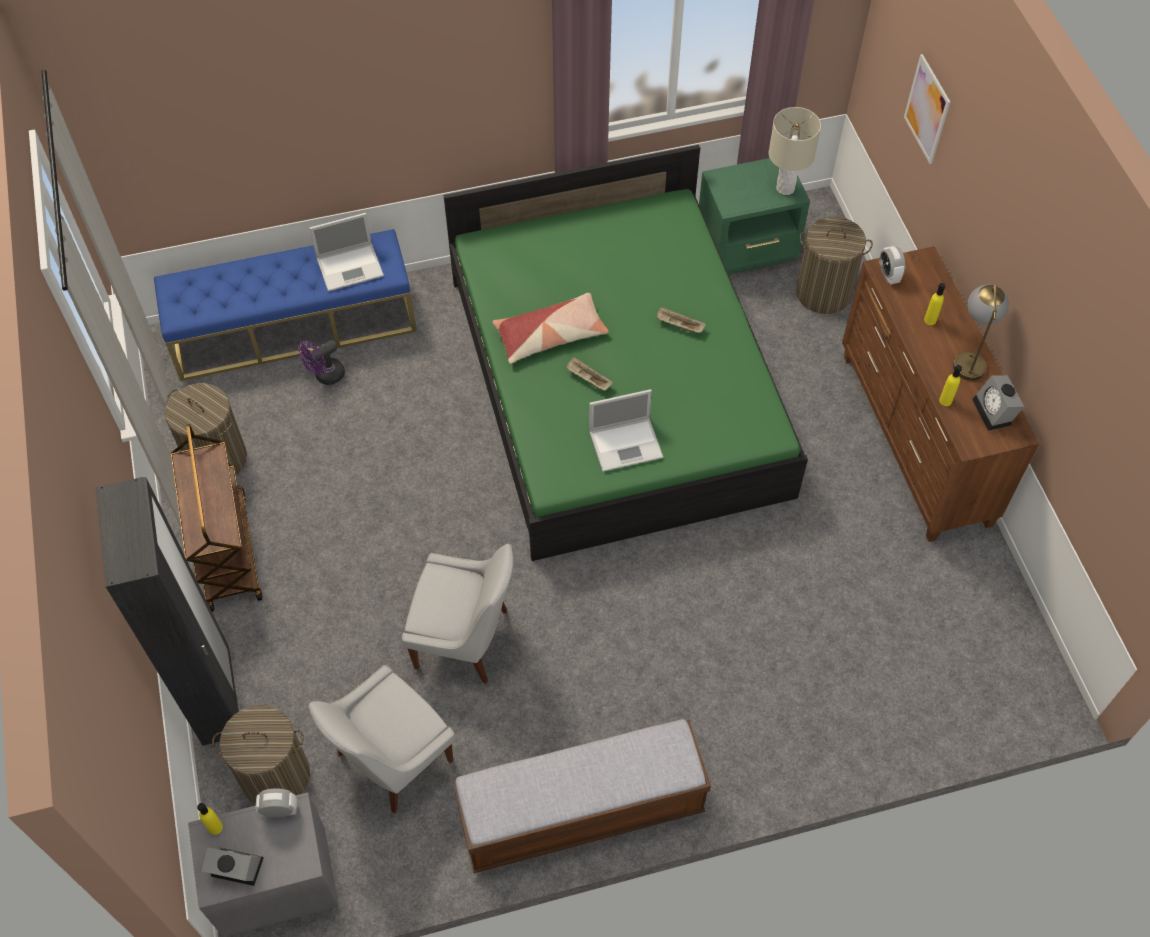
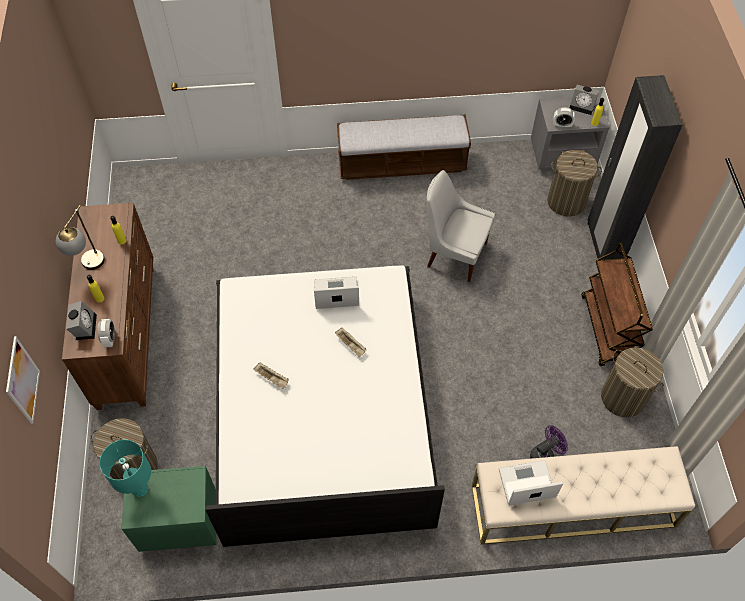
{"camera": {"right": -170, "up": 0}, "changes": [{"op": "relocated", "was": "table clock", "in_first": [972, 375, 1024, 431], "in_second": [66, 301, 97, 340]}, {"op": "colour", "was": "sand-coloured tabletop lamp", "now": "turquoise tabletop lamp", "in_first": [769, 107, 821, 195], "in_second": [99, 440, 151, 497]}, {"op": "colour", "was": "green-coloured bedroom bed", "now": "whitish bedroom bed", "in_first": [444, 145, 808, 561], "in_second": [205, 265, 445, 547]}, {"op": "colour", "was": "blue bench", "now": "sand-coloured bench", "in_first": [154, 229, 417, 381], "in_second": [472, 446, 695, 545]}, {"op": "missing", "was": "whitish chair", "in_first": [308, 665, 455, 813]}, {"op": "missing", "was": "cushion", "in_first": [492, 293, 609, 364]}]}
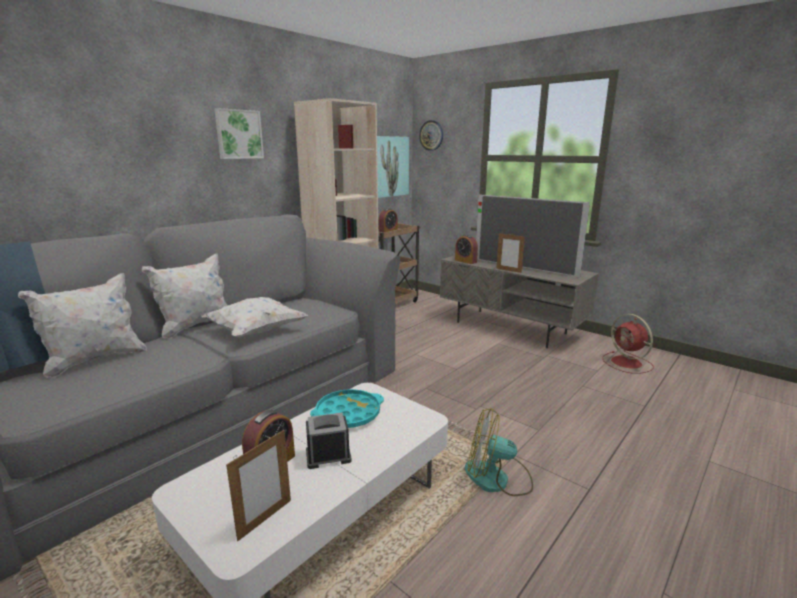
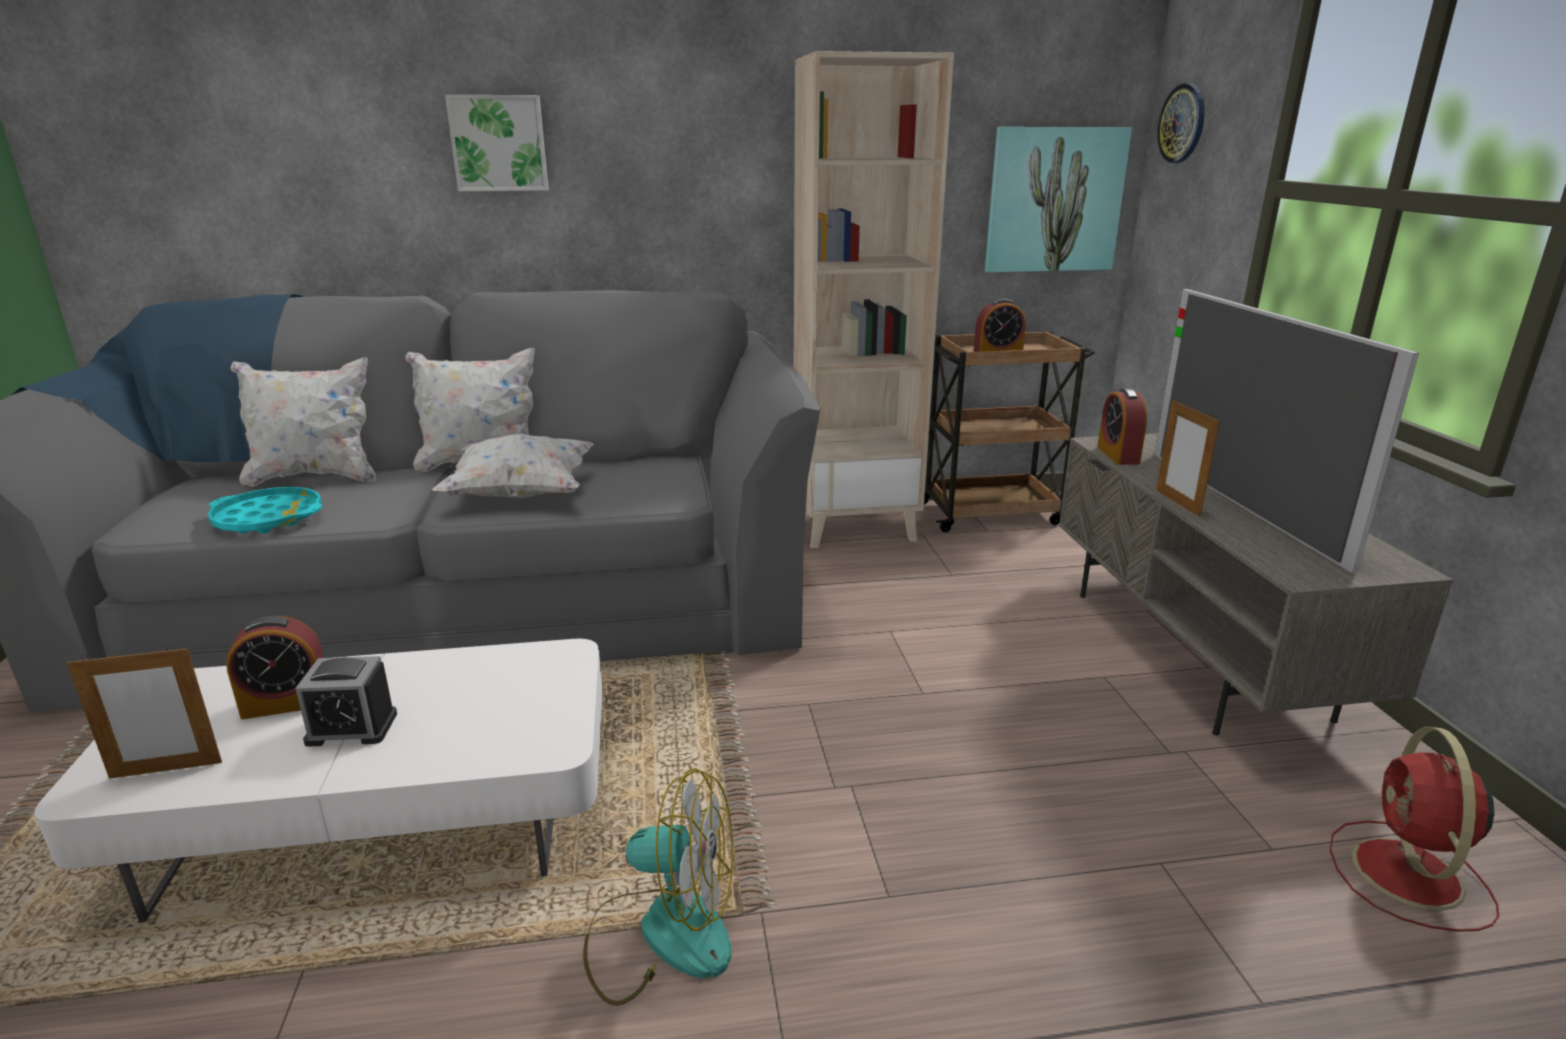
{"camera": {"right": 40, "up": 5}, "changes": [{"op": "relocated", "was": "turquoise tray", "in_first": [310, 389, 384, 428], "in_second": [208, 487, 322, 533]}, {"op": "spun", "was": "table clock", "in_first": [306, 413, 352, 469], "in_second": [295, 656, 397, 747], "clockwise": 150}, {"op": "relocated", "was": "wall picture", "in_first": [214, 108, 264, 159], "in_second": [445, 95, 549, 191]}, {"op": "spun", "was": "cooling fan", "in_first": [465, 408, 533, 496], "in_second": [583, 768, 733, 1006], "clockwise": 135}]}
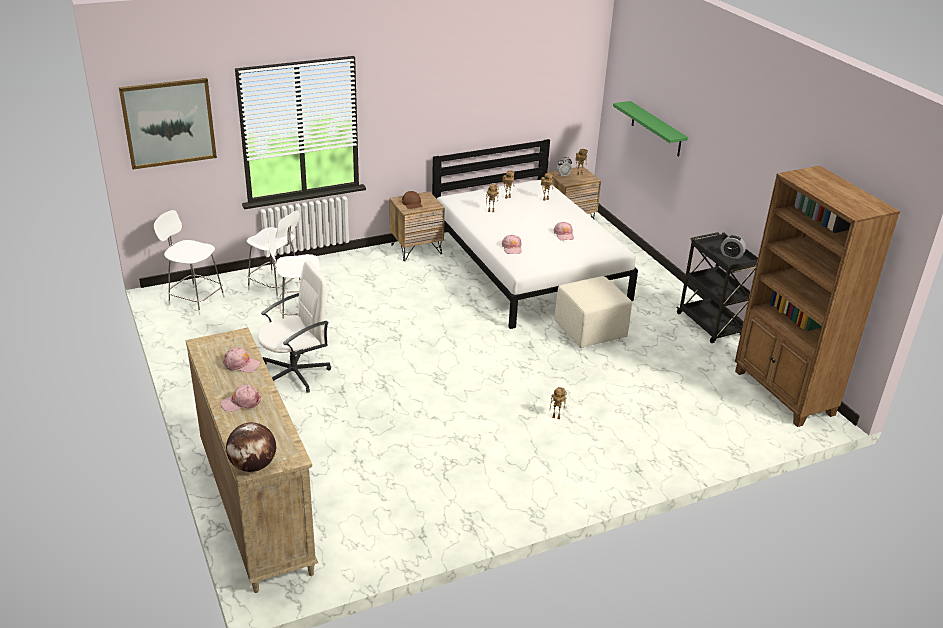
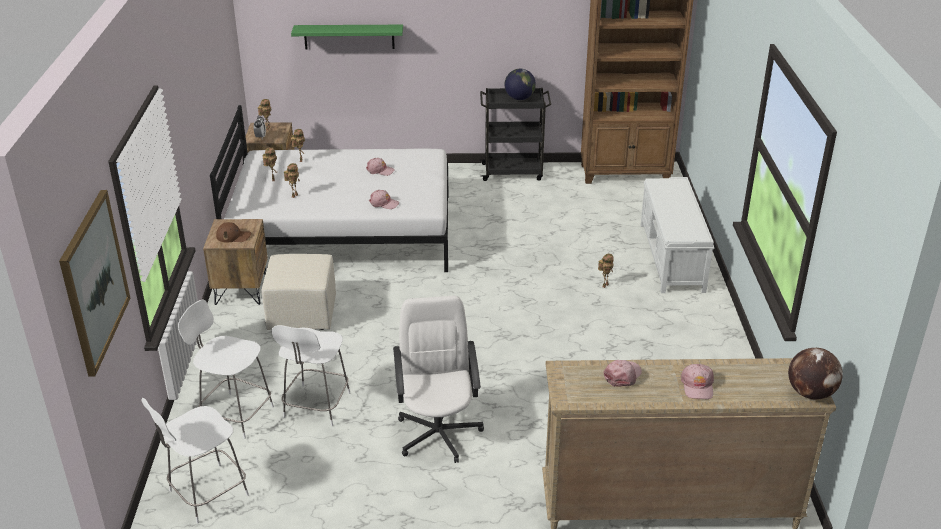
{"camera": {"right": -65, "up": 0}, "changes": [{"op": "spun", "was": "whitish chair", "in_first": [247, 211, 301, 301], "in_second": [178, 299, 274, 439], "clockwise": -120}, {"op": "relocated", "was": "sand-coloured ottoman", "in_first": [555, 276, 632, 348], "in_second": [262, 254, 336, 330]}, {"op": "exchanged", "was": "table clock", "now": "desk globe", "in_first": [721, 235, 746, 259], "in_second": [504, 69, 536, 100]}, {"op": "appeared", "now": "whitish bench", "in_second": [641, 177, 714, 293]}]}
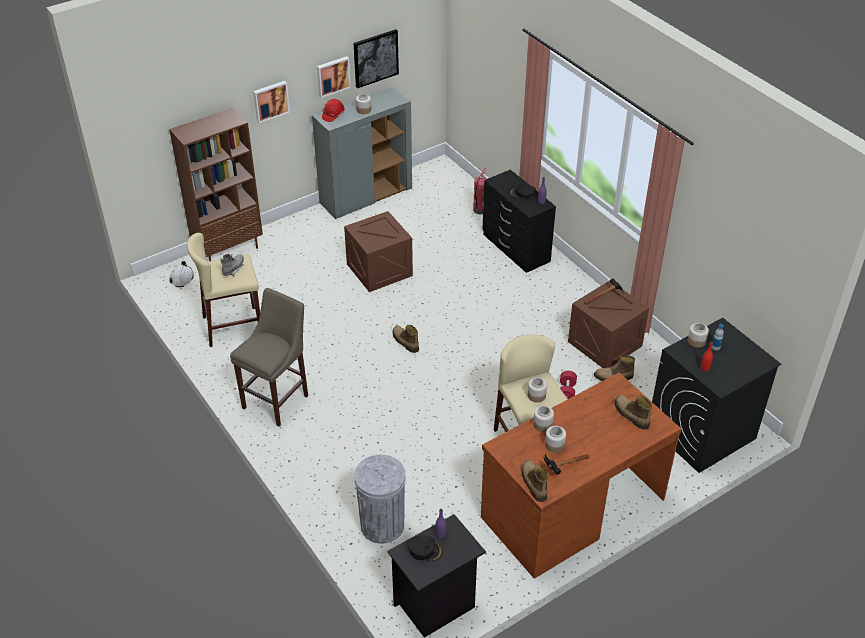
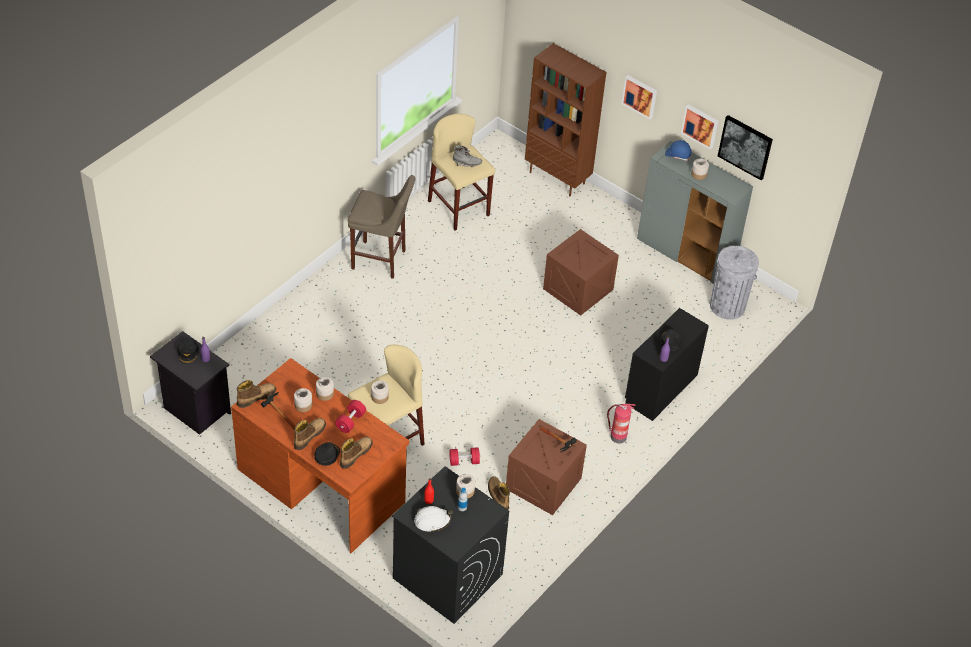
{"camera": {"right": 70, "up": 5}, "changes": [{"op": "relocated", "was": "boot", "in_first": [393, 325, 419, 353], "in_second": [294, 418, 326, 450]}, {"op": "appeared", "now": "black baseball cap", "in_second": [314, 442, 340, 466]}, {"op": "appeared", "now": "red hand weight", "in_second": [335, 400, 366, 433]}, {"op": "relocated", "was": "whitish work helmet", "in_first": [169, 261, 194, 287], "in_second": [414, 506, 452, 532]}, {"op": "relocated", "was": "fire-fighting cylinder", "in_first": [473, 168, 487, 214], "in_second": [607, 404, 635, 444]}, {"op": "colour", "was": "red work helmet", "now": "blue work helmet", "in_first": [322, 99, 345, 122], "in_second": [665, 140, 692, 161]}, {"op": "relocated", "was": "grey trash can", "in_first": [354, 455, 406, 544], "in_second": [710, 246, 759, 320]}]}
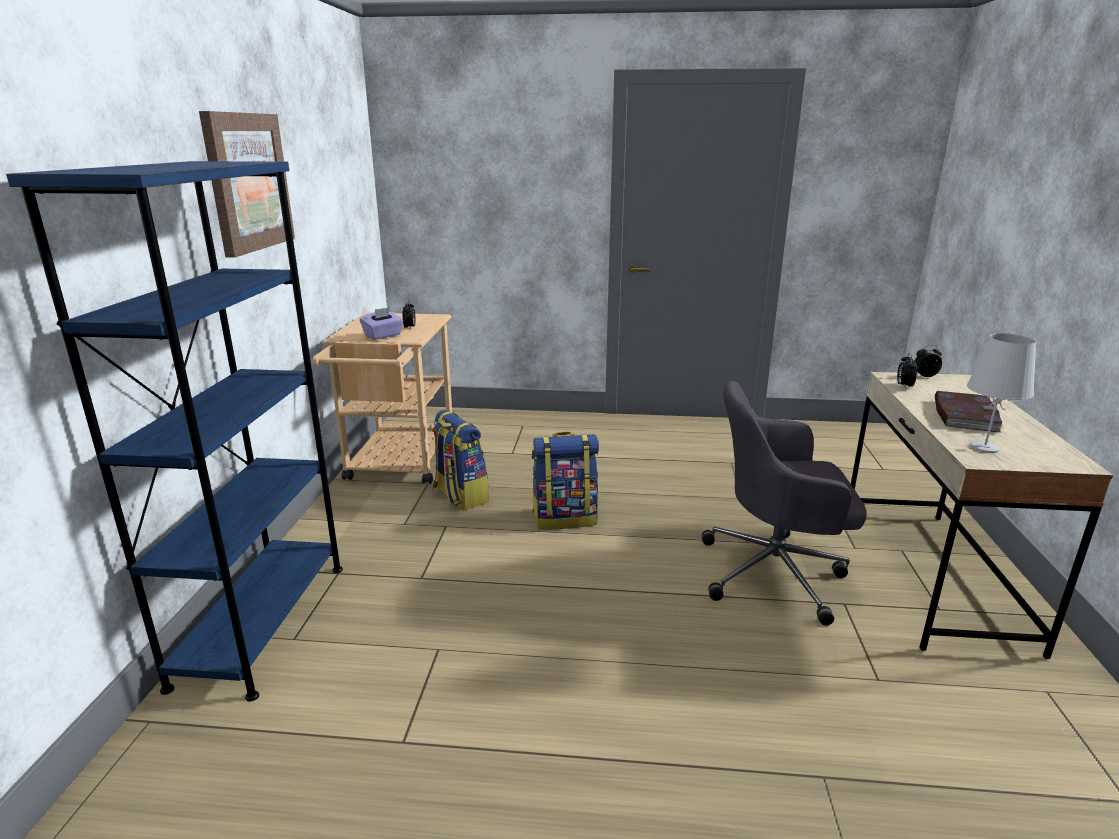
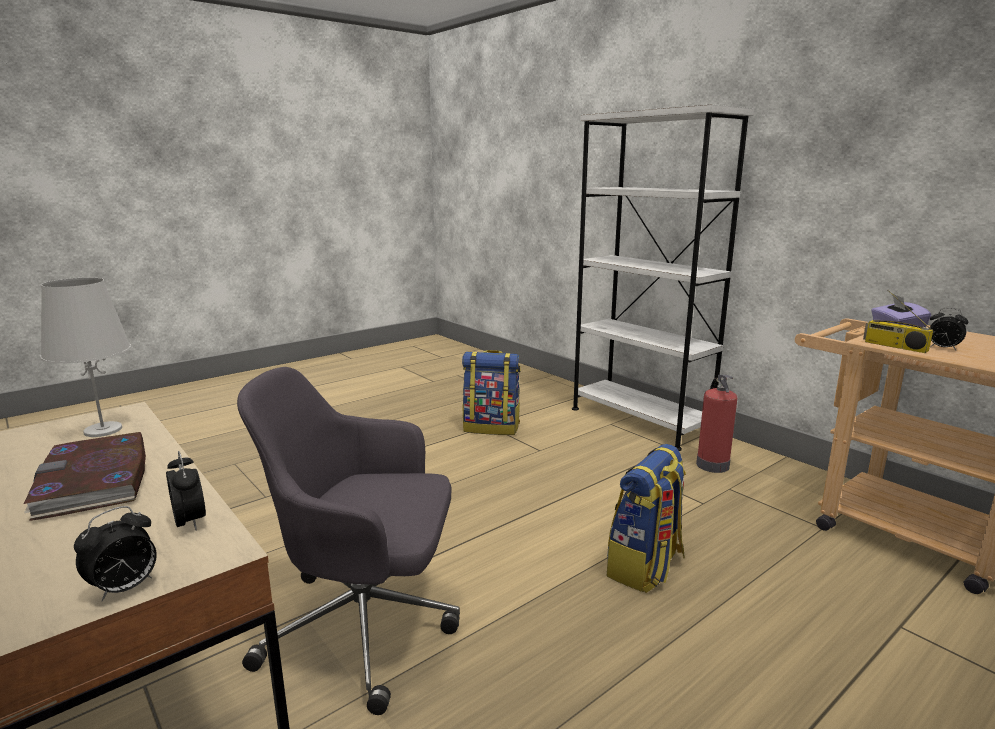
{"camera": {"right": 135, "up": -5}, "changes": [{"op": "spun", "was": "grey computer chair", "in_first": [702, 381, 867, 625], "in_second": [237, 367, 460, 715], "clockwise": -135}, {"op": "relocated", "was": "backpack", "in_first": [432, 410, 489, 510], "in_second": [462, 350, 521, 435]}, {"op": "colour", "was": "blue shelving unit", "now": "whitish shelving unit", "in_first": [6, 161, 343, 702], "in_second": [572, 104, 754, 451]}, {"op": "appeared", "now": "fire-fighting cylinder", "in_second": [696, 375, 737, 473]}, {"op": "appeared", "now": "radio", "in_second": [863, 289, 933, 353]}, {"op": "missing", "was": "wall picture", "in_first": [199, 111, 295, 258]}]}
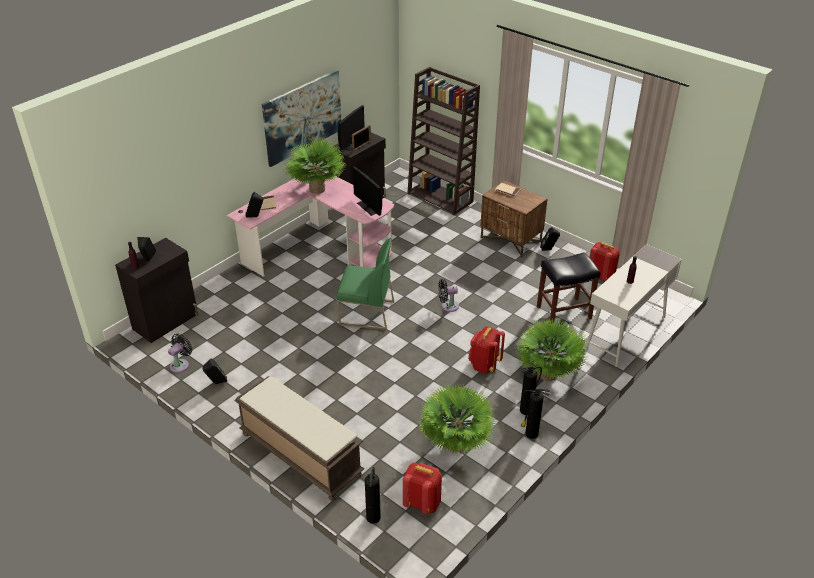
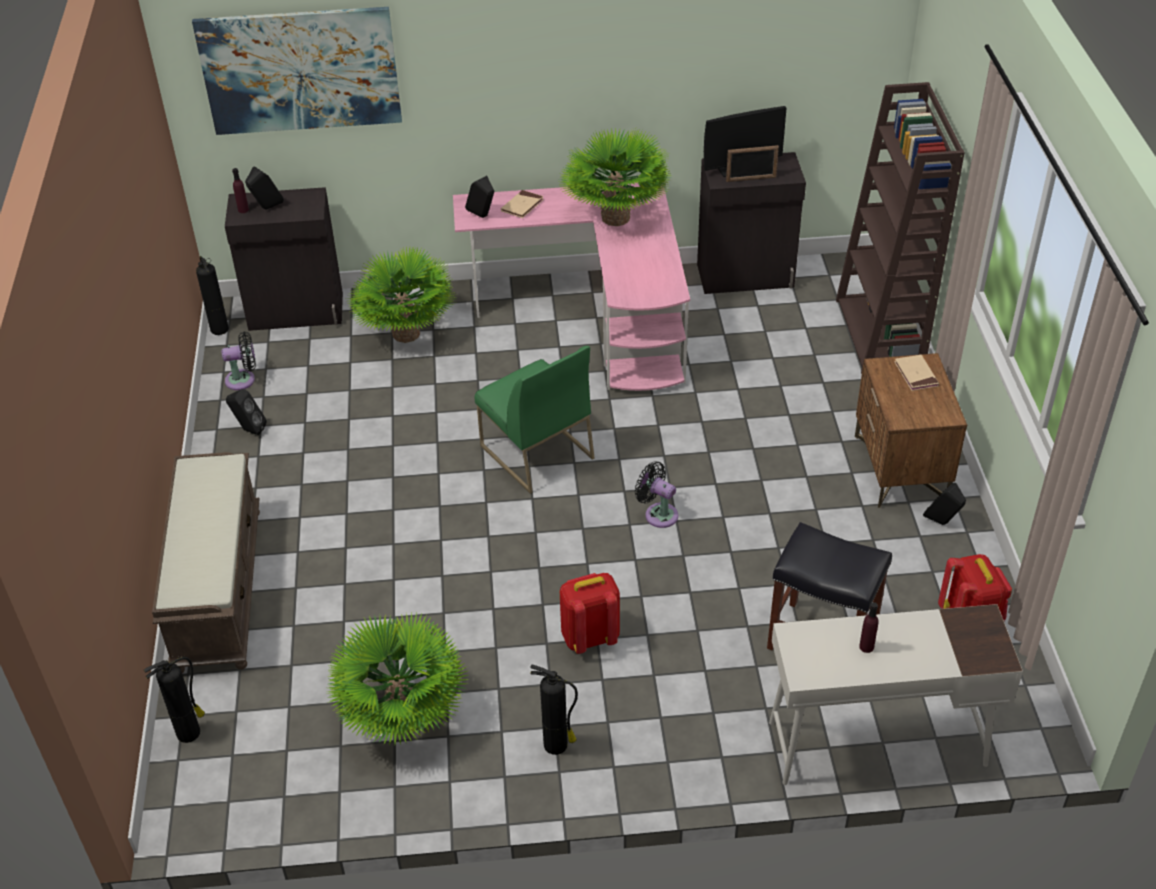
{"camera": {"right": 45, "up": 5}, "changes": [{"op": "relocated", "was": "wall picture", "in_first": [262, 70, 341, 167], "in_second": [192, 7, 402, 135]}, {"op": "relocated", "was": "fire-fighting cylinder", "in_first": [521, 387, 550, 439], "in_second": [196, 256, 229, 335]}, {"op": "relocated", "was": "plant in a pot", "in_first": [516, 318, 587, 382], "in_second": [347, 246, 457, 343]}, {"op": "missing", "was": "computer display", "in_first": [353, 166, 382, 216]}, {"op": "missing", "was": "red backpack", "in_first": [403, 463, 442, 514]}]}
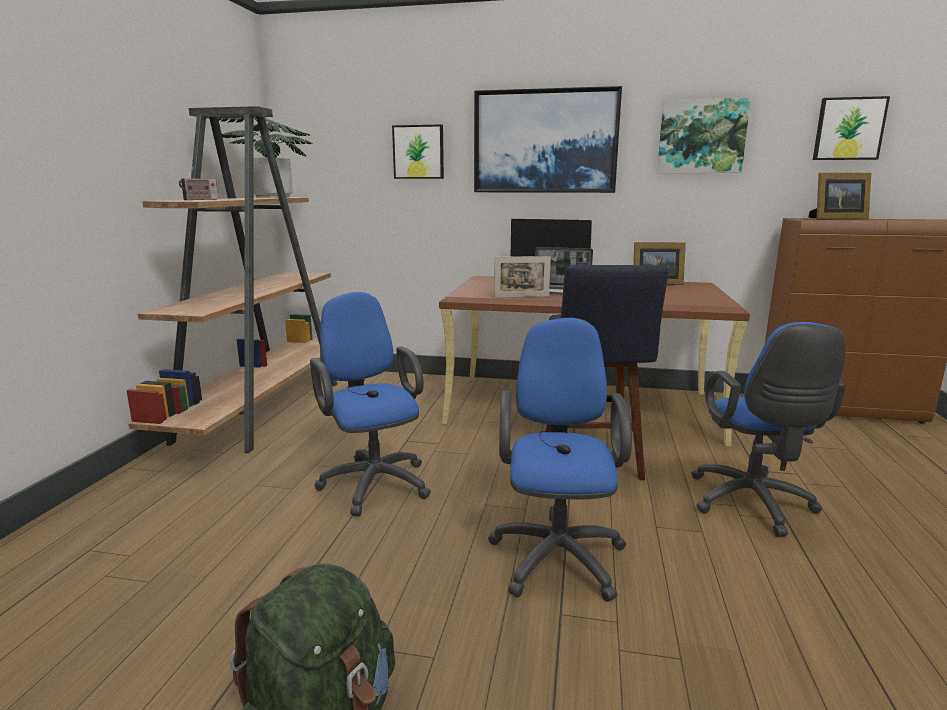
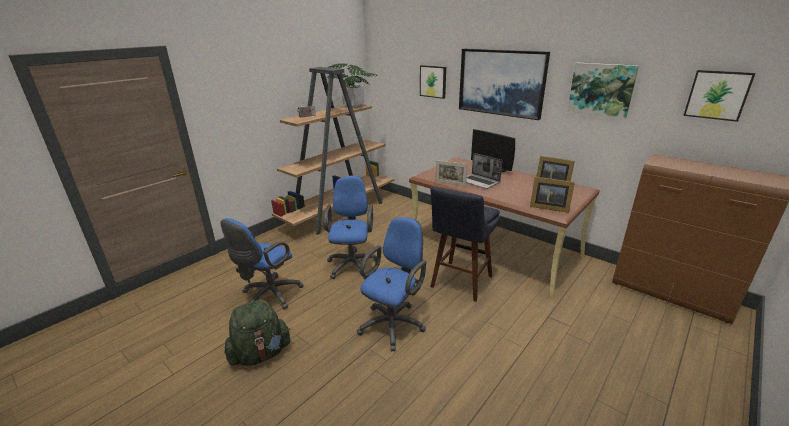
{"camera": {"right": 30, "up": 10}, "changes": [{"op": "relocated", "was": "blue computer chair", "in_first": [691, 322, 846, 537], "in_second": [220, 218, 304, 309]}, {"op": "relocated", "was": "standing frame", "in_first": [808, 173, 871, 220], "in_second": [530, 177, 575, 213]}]}
